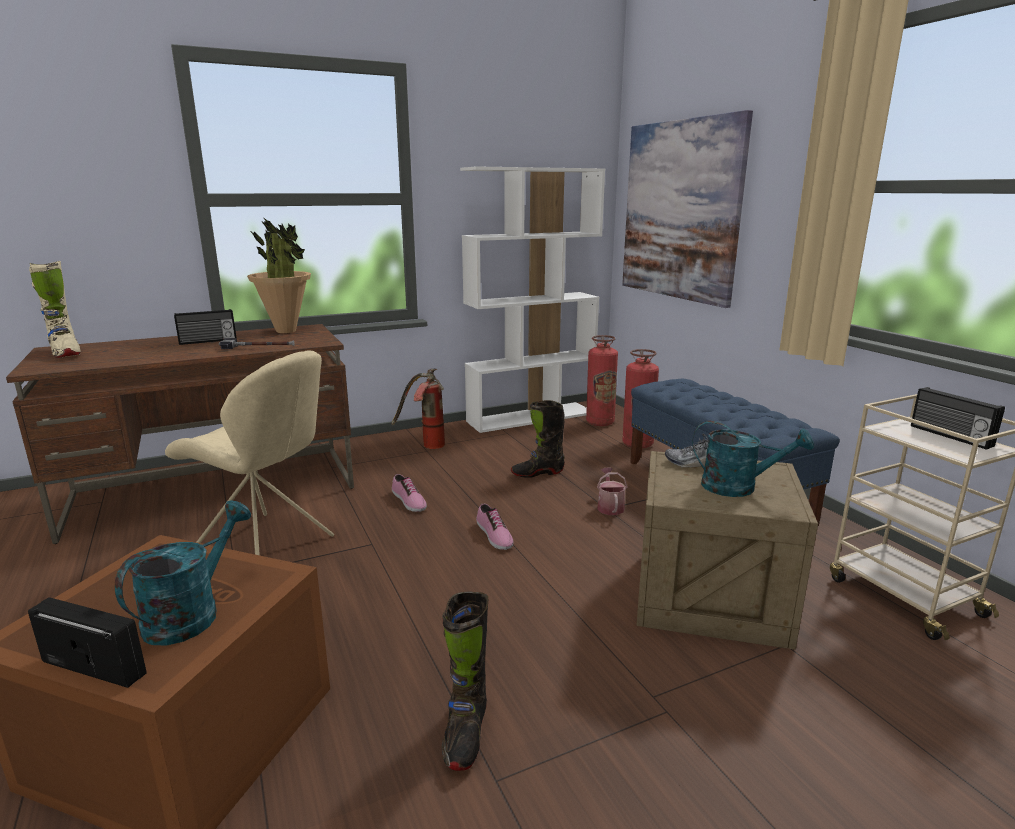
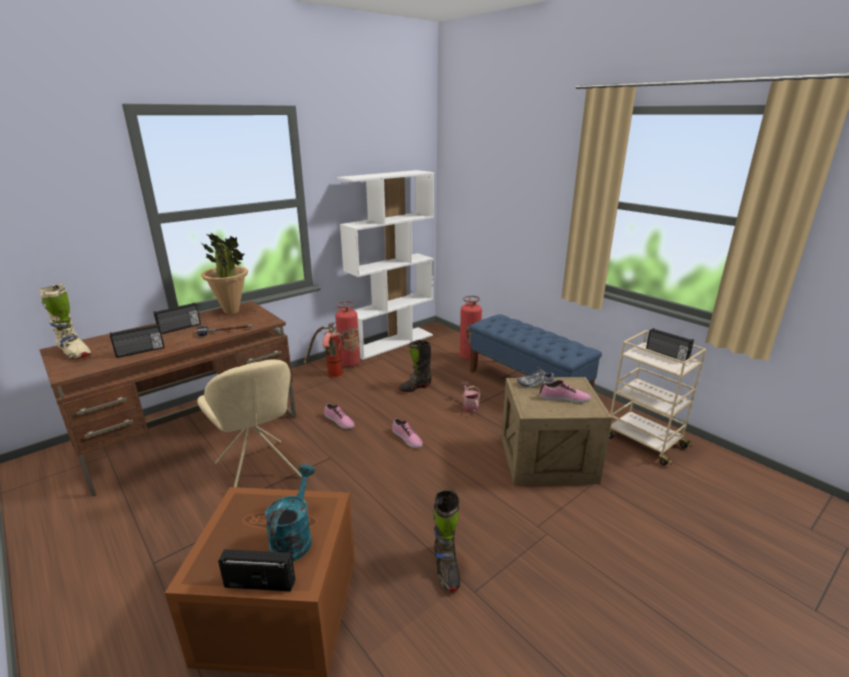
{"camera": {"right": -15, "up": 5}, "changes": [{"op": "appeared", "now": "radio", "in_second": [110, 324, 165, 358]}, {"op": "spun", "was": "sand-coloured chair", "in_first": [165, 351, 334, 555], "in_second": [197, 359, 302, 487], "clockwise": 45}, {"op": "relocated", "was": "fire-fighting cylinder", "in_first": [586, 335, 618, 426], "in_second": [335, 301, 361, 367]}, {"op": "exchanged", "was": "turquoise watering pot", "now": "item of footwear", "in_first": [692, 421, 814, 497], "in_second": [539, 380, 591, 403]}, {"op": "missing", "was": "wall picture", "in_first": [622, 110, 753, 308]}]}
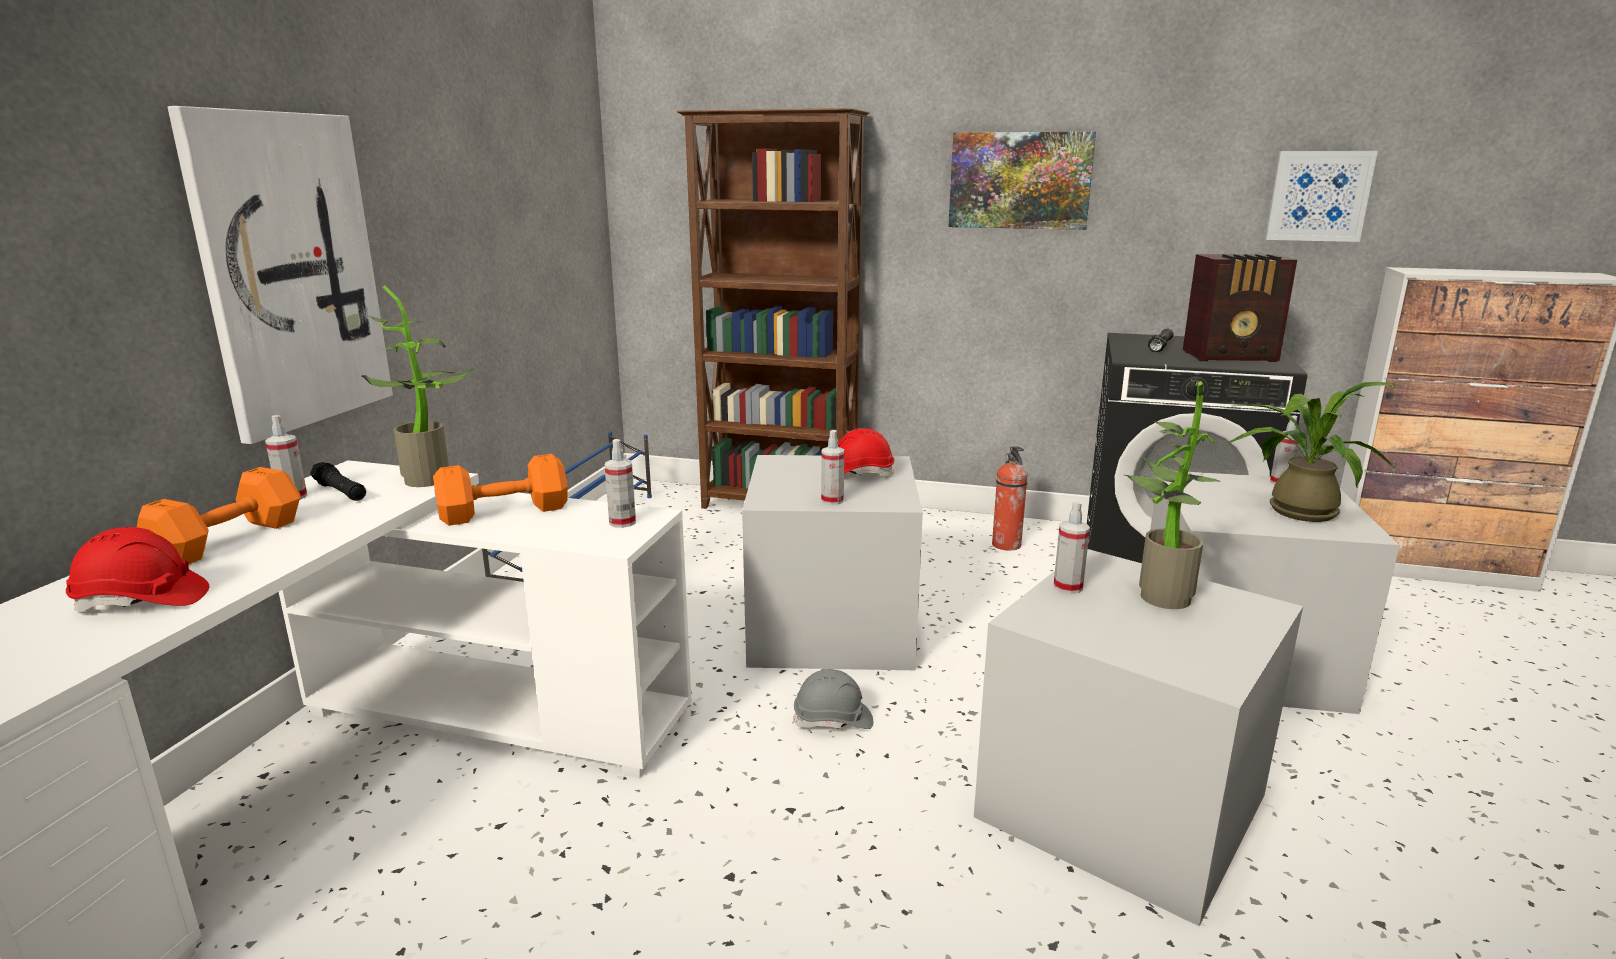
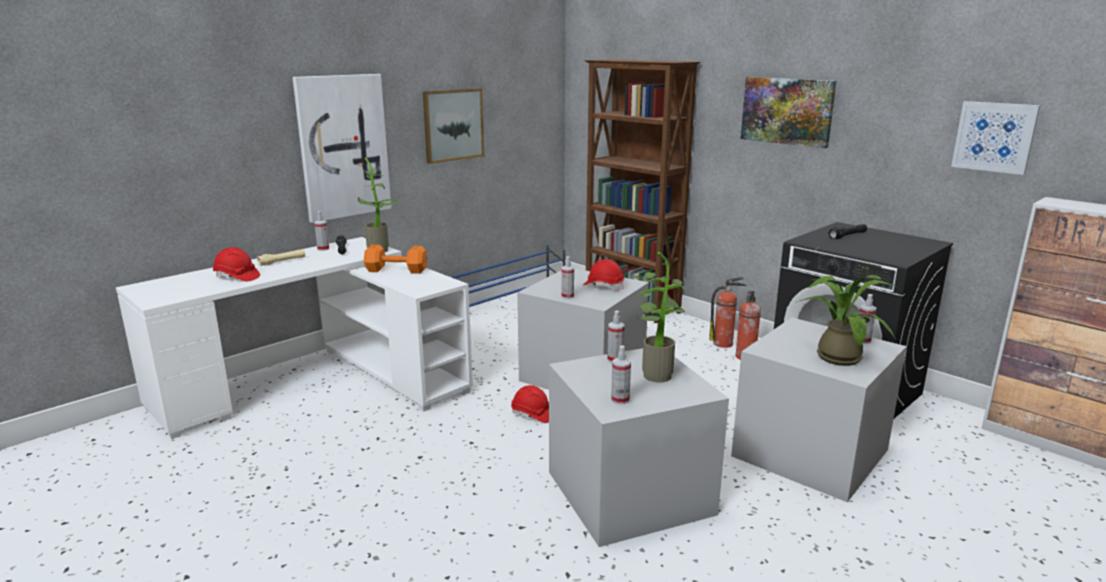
{"camera": {"right": 30, "up": 0}, "changes": [{"op": "exchanged", "was": "orange hand weight", "now": "sand-coloured flashlight", "in_first": [137, 467, 301, 564], "in_second": [257, 249, 305, 266]}, {"op": "appeared", "now": "wall picture", "in_second": [423, 88, 484, 164]}, {"op": "colour", "was": "grey work helmet", "now": "red work helmet", "in_first": [793, 669, 873, 729], "in_second": [511, 385, 549, 423]}, {"op": "relocated", "was": "spray bottle", "in_first": [605, 439, 636, 528], "in_second": [611, 345, 631, 404]}, {"op": "appeared", "now": "fire-fighting cylinder", "in_second": [709, 277, 746, 348]}, {"op": "missing", "was": "radio", "in_first": [1183, 254, 1297, 362]}]}
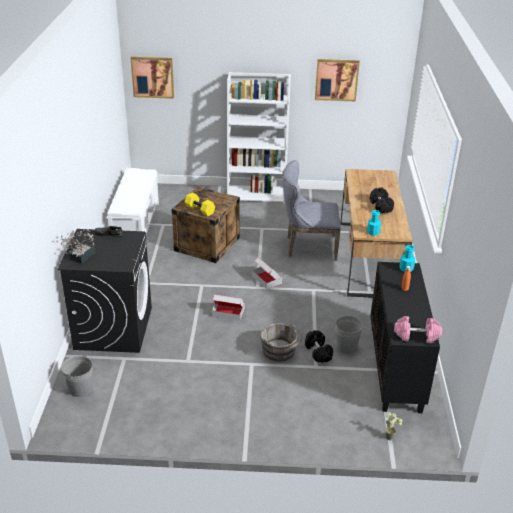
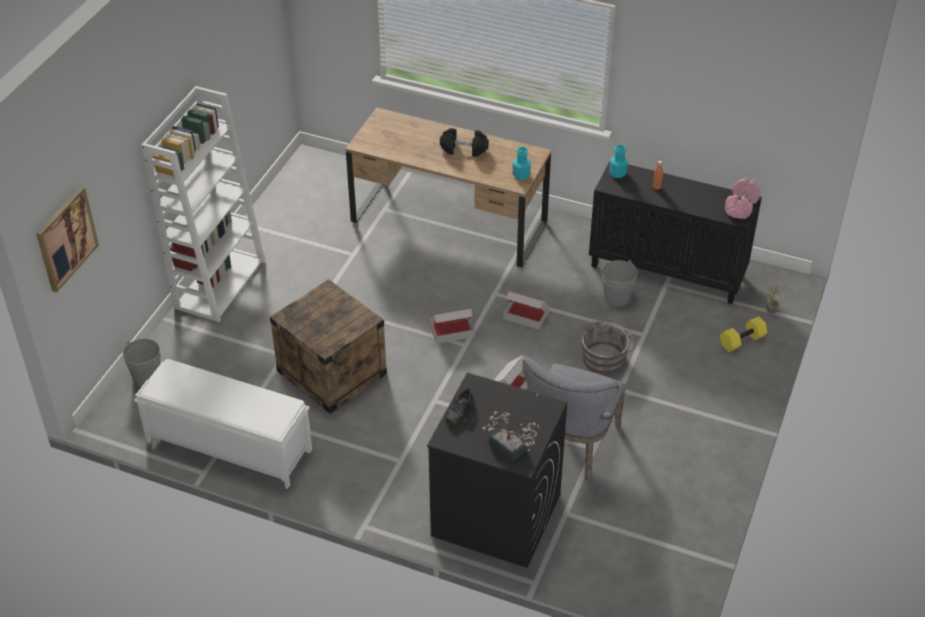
{"camera": {"right": -70, "up": 10}, "changes": [{"op": "relocated", "was": "grey water bucket", "in_first": [61, 354, 93, 397], "in_second": [122, 339, 161, 387]}, {"op": "appeared", "now": "packing box", "in_second": [503, 291, 549, 330]}, {"op": "relocated", "was": "grey chair", "in_first": [282, 160, 341, 261], "in_second": [522, 357, 626, 481]}, {"op": "relocated", "was": "yellow-coloured hand weight", "in_first": [185, 193, 215, 216], "in_second": [720, 316, 767, 352]}, {"op": "missing", "was": "black hand weight", "in_first": [305, 330, 333, 363]}, {"op": "missing", "was": "wall picture", "in_first": [315, 59, 360, 101]}]}
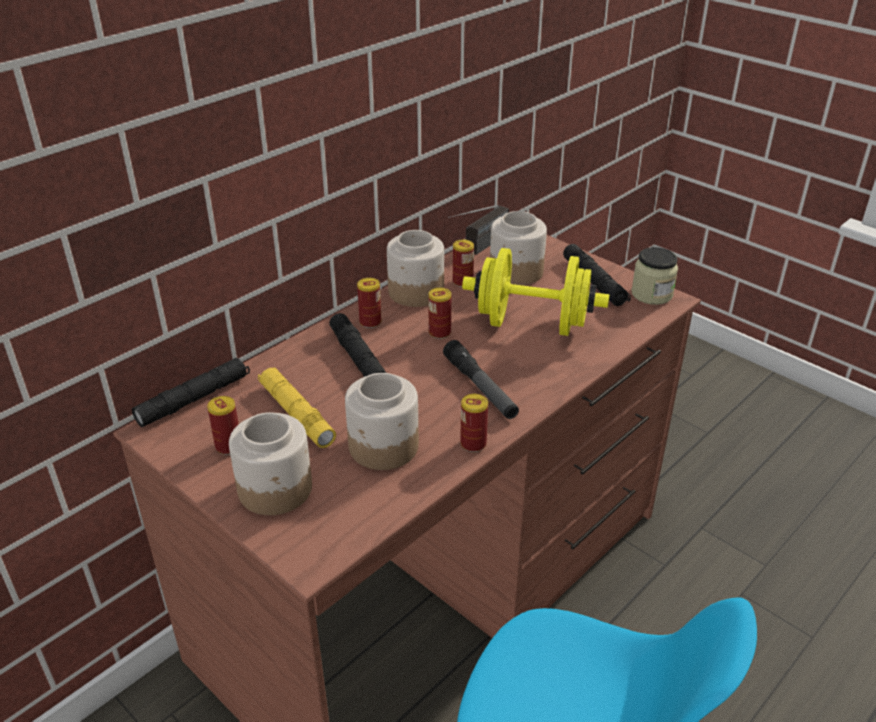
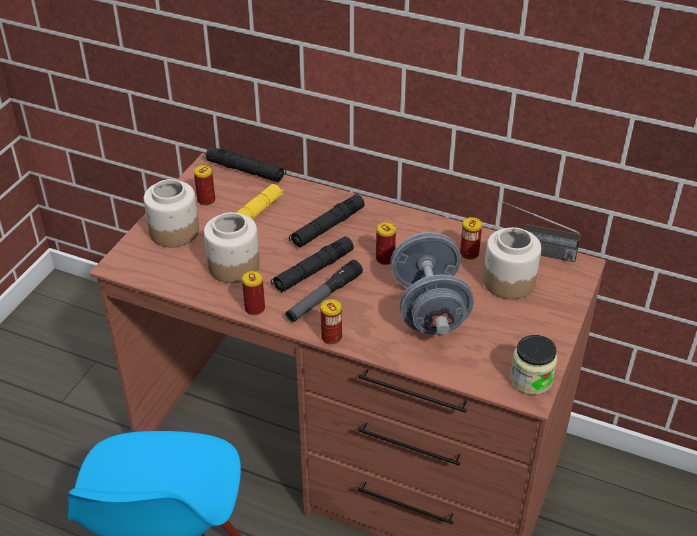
{"camera": {"right": 70, "up": 5}, "changes": [{"op": "relocated", "was": "black flashlight", "in_first": [563, 244, 631, 306], "in_second": [271, 236, 354, 293]}, {"op": "relocated", "was": "can", "in_first": [357, 278, 382, 328], "in_second": [321, 299, 342, 345]}, {"op": "colour", "was": "yellow-coloured hand weight", "now": "grey hand weight", "in_first": [462, 248, 609, 336], "in_second": [390, 232, 474, 335]}, {"op": "missing", "was": "storage jar", "in_first": [387, 230, 444, 307]}]}
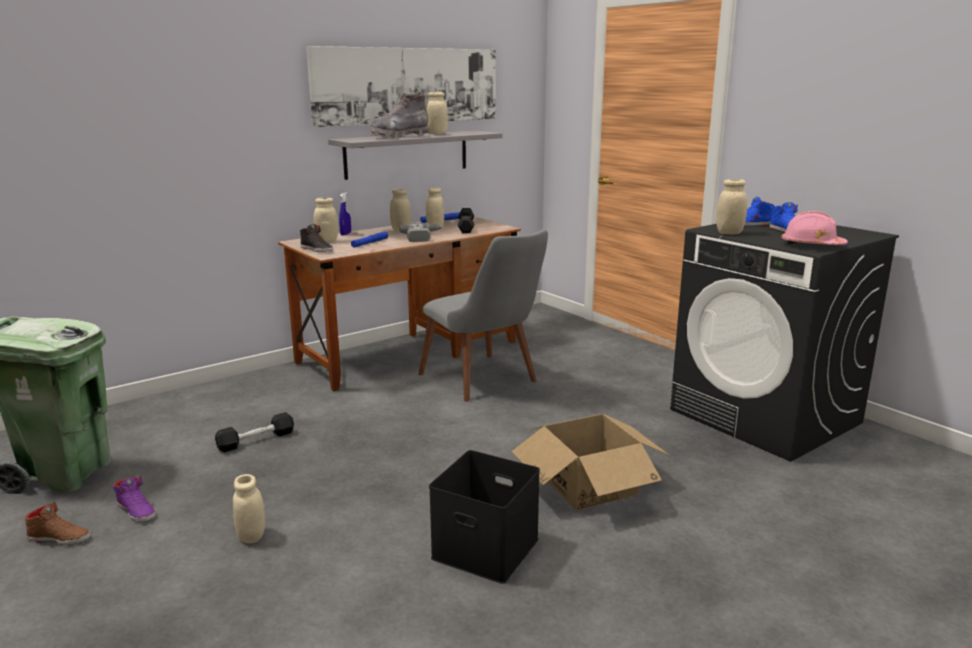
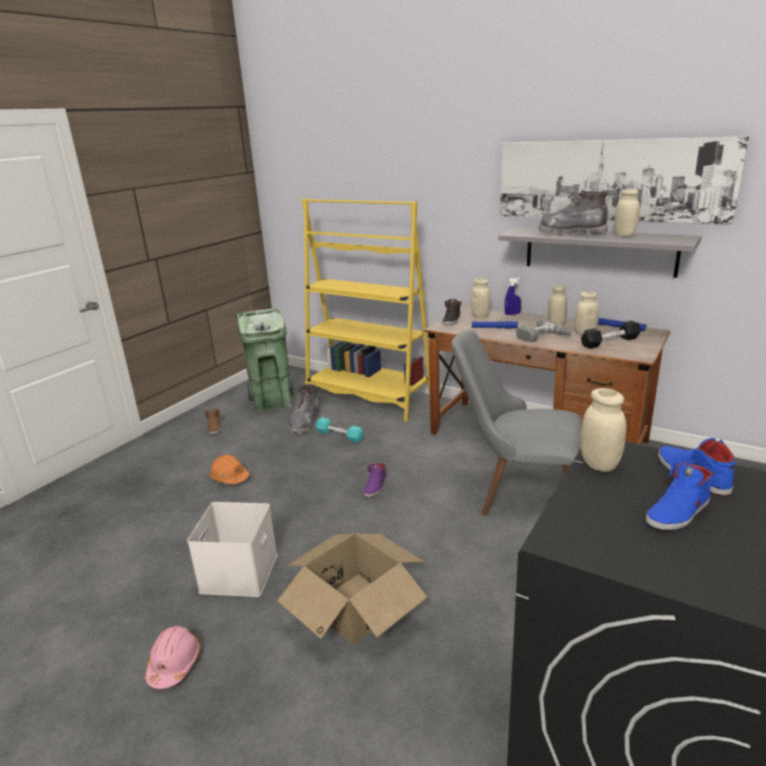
{"camera": {"right": 70, "up": 5}, "changes": [{"op": "relocated", "was": "pink work helmet", "in_first": [781, 211, 848, 245], "in_second": [145, 626, 200, 689]}, {"op": "colour", "was": "black storage container", "now": "whitish storage container", "in_first": [429, 450, 540, 584], "in_second": [187, 502, 278, 597]}, {"op": "exchanged", "was": "sand-coloured storage jar", "now": "orange work helmet", "in_first": [233, 474, 265, 543], "in_second": [210, 454, 249, 484]}, {"op": "appeared", "now": "grey boot", "in_second": [288, 384, 320, 435]}, {"op": "appeared", "now": "yellow-coloured shelving unit", "in_second": [302, 198, 430, 422]}, {"op": "colour", "was": "black hand weight", "now": "turquoise hand weight", "in_first": [215, 412, 294, 452], "in_second": [315, 417, 363, 443]}, {"op": "relocated", "was": "purple item of footwear", "in_first": [113, 476, 155, 522], "in_second": [363, 463, 386, 497]}, {"op": "spun", "was": "grey chair", "in_first": [418, 230, 548, 402], "in_second": [452, 330, 582, 516], "clockwise": 75}]}
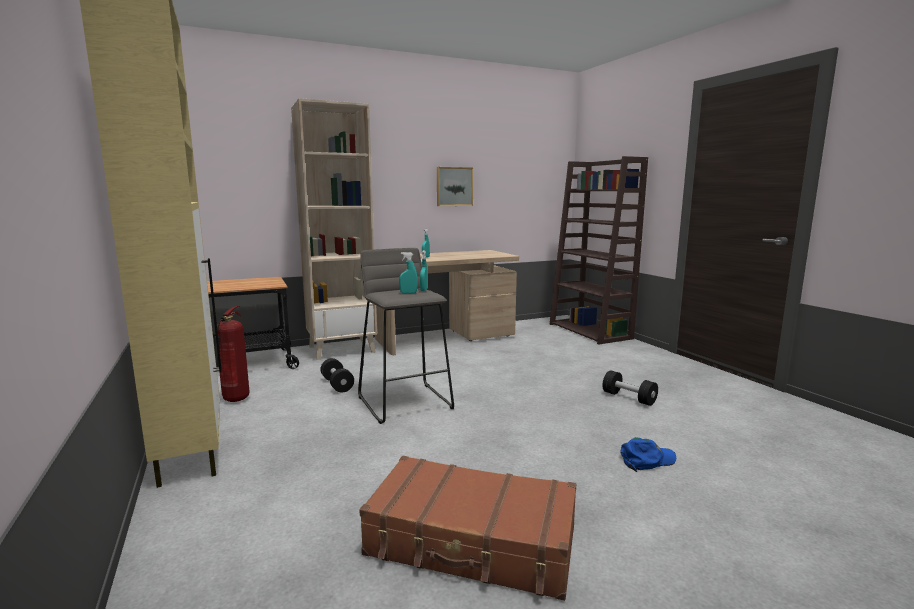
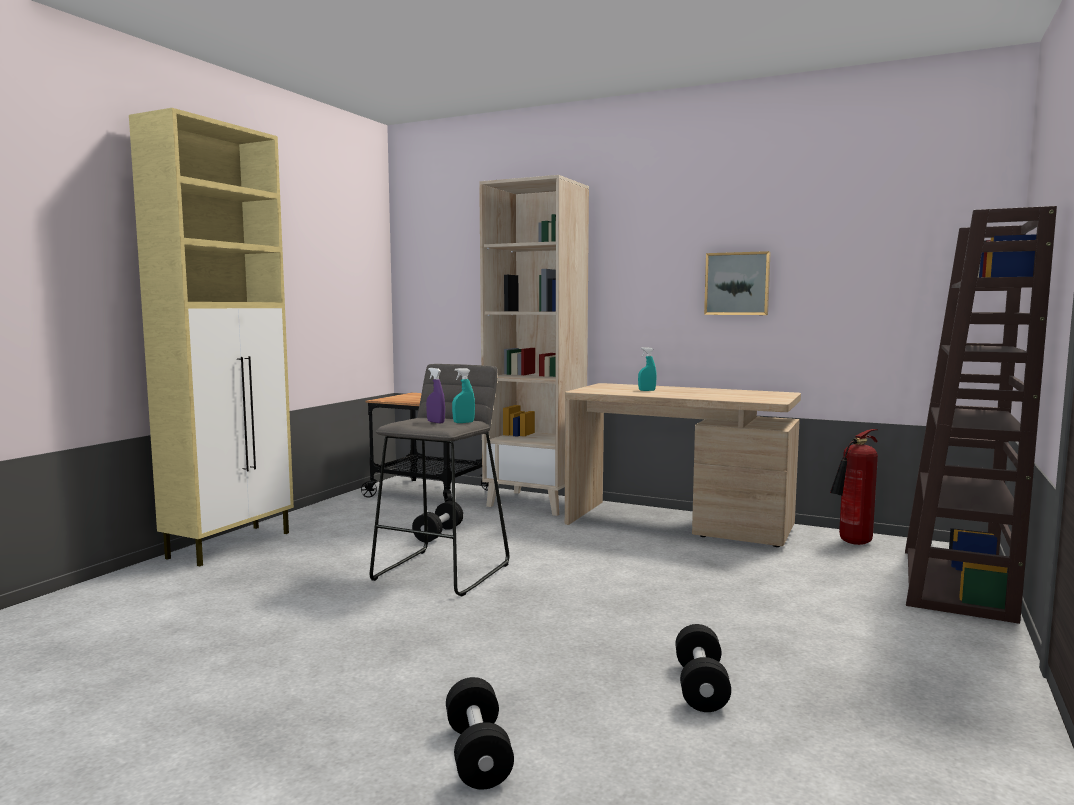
{"camera": {"right": 50, "up": -5}, "changes": [{"op": "colour", "was": "turquoise spray bottle", "now": "purple spray bottle", "in_first": [399, 252, 418, 294], "in_second": [426, 368, 445, 423]}, {"op": "exchanged", "was": "blue baseball cap", "now": "black hand weight", "in_first": [620, 437, 677, 472], "in_second": [446, 677, 514, 790]}, {"op": "relocated", "was": "fire-fighting cylinder", "in_first": [214, 306, 250, 402], "in_second": [830, 429, 878, 545]}, {"op": "missing", "was": "brownish piece of luggage", "in_first": [359, 456, 576, 601]}]}
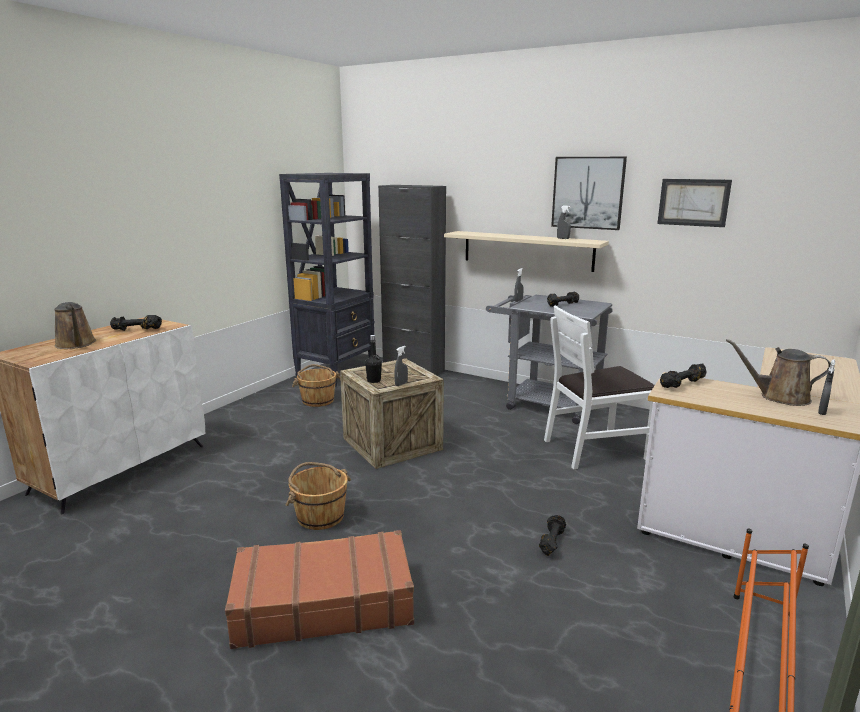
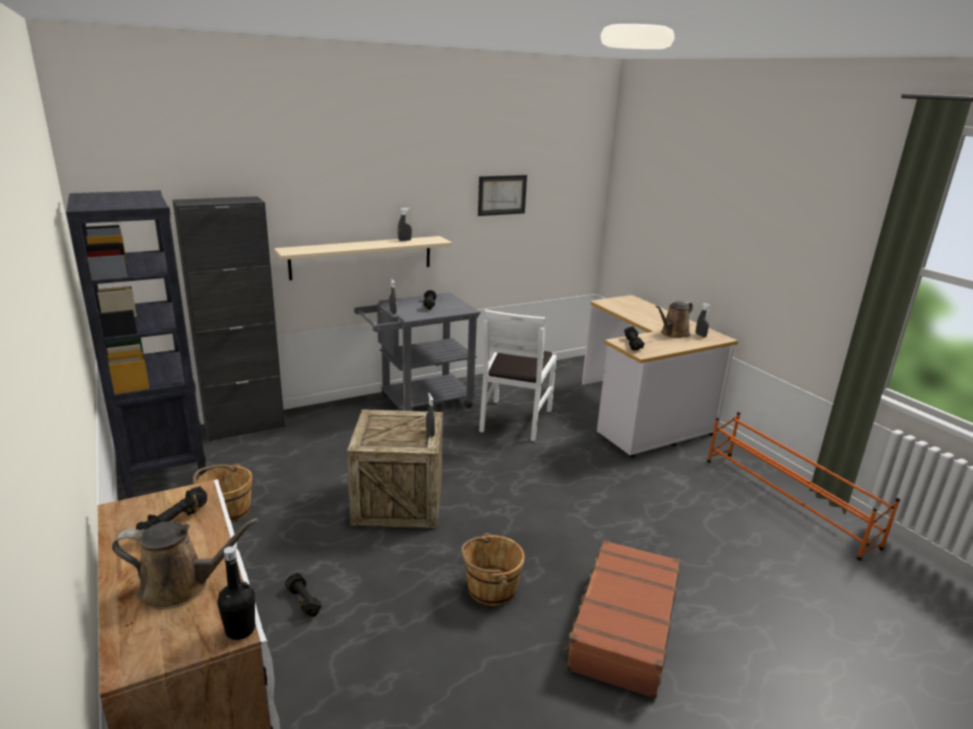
{"camera": {"right": -60, "up": 5}, "changes": [{"op": "relocated", "was": "black drink bottle", "in_first": [365, 335, 382, 383], "in_second": [217, 546, 255, 640]}, {"op": "relocated", "was": "black hand weight", "in_first": [539, 515, 566, 556], "in_second": [285, 573, 322, 616]}, {"op": "missing", "was": "wall picture", "in_first": [551, 157, 627, 230]}]}
